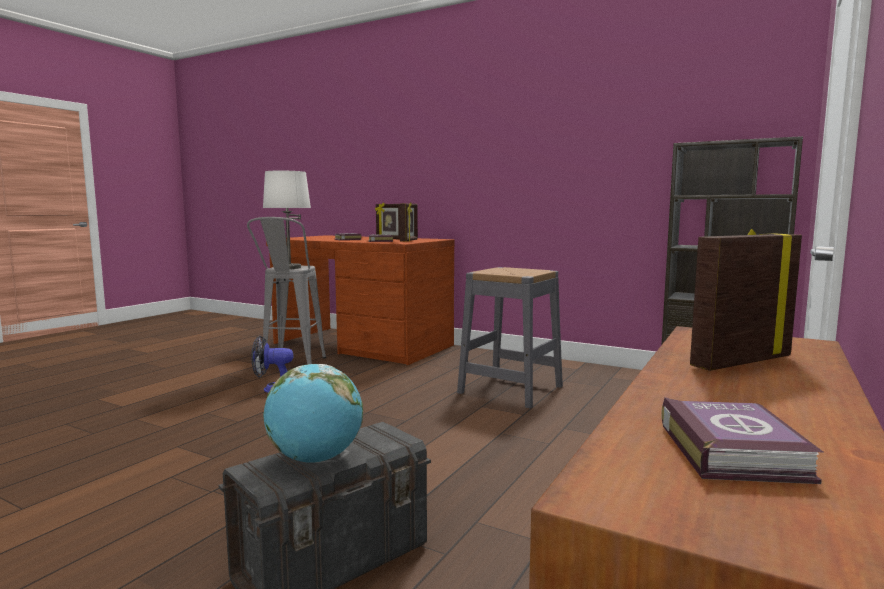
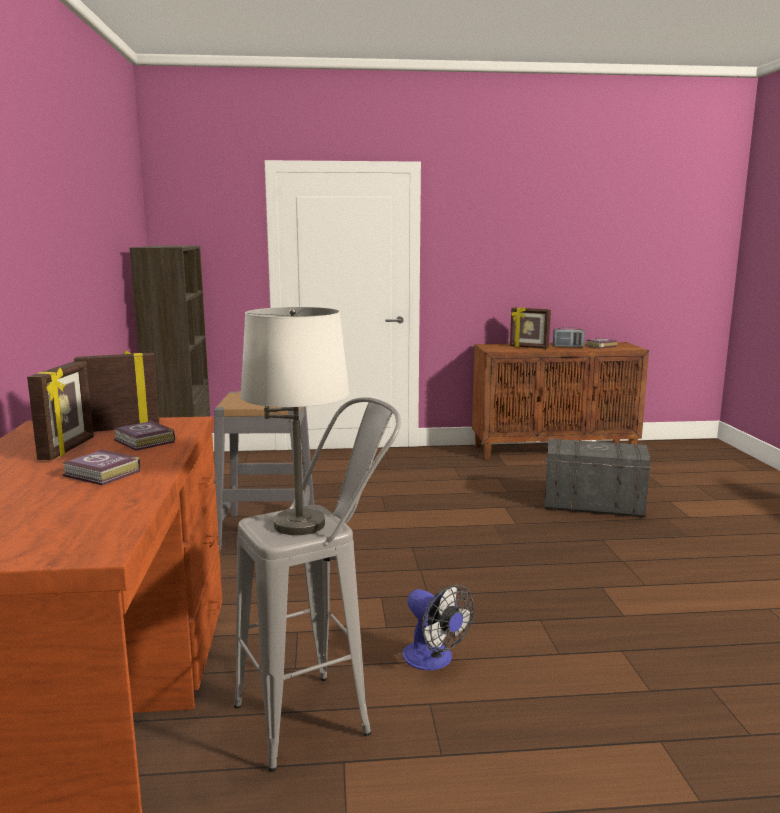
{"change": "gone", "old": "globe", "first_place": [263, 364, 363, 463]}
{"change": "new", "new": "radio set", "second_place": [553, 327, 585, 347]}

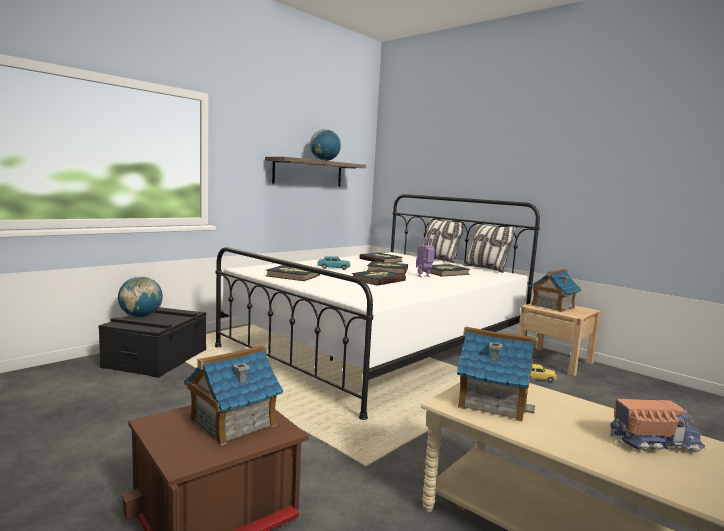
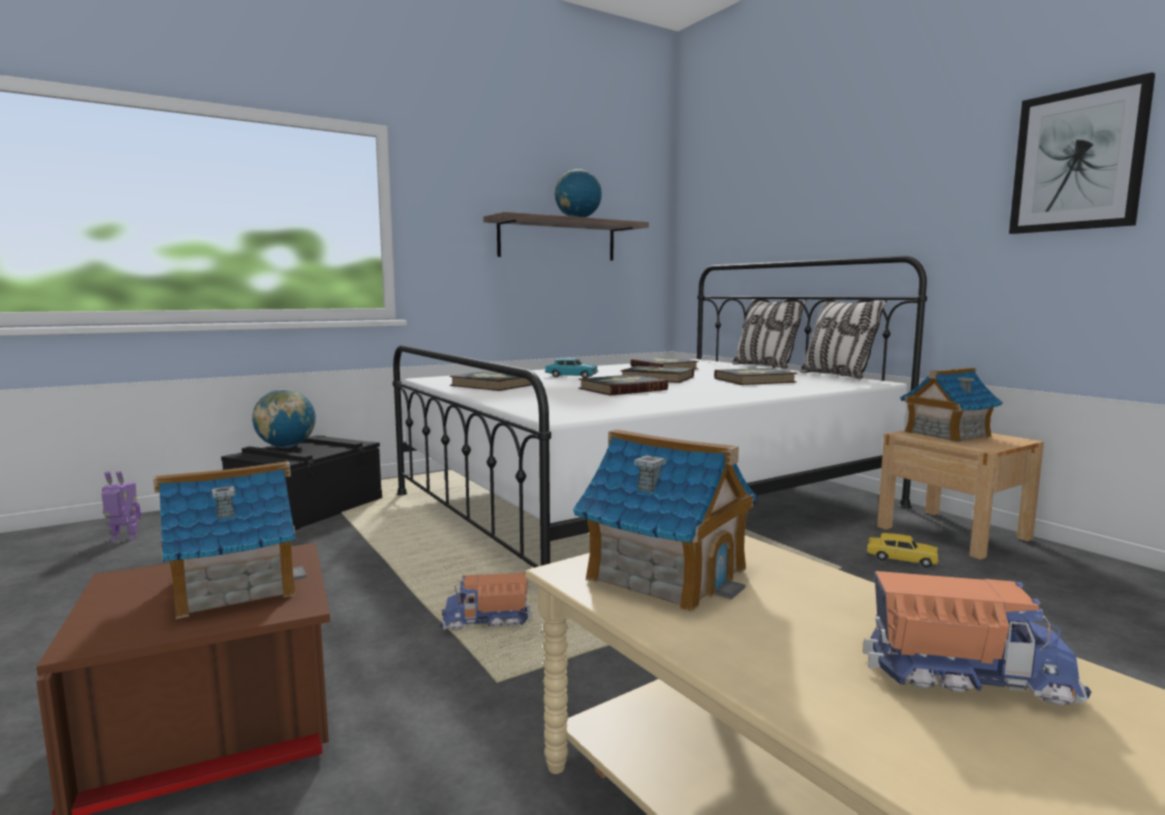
{"change": "shifted", "old": "robot figure", "first_place": [416, 238, 435, 278], "second_place": [102, 471, 141, 541]}
{"change": "new", "new": "wall art", "second_place": [1009, 72, 1155, 234]}
{"change": "new", "new": "toy lorry", "second_place": [440, 572, 532, 630]}

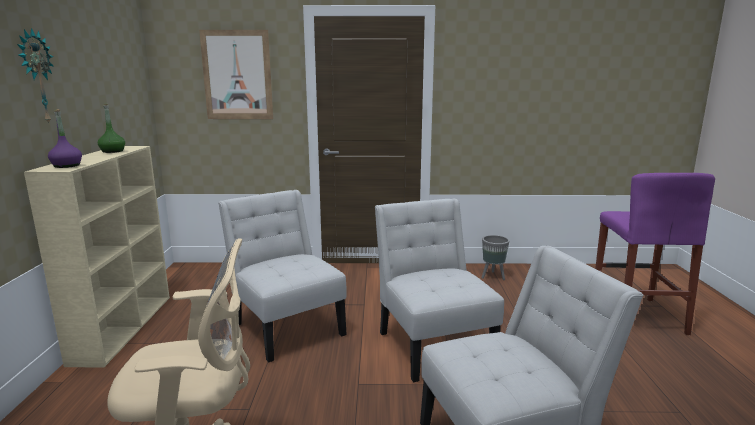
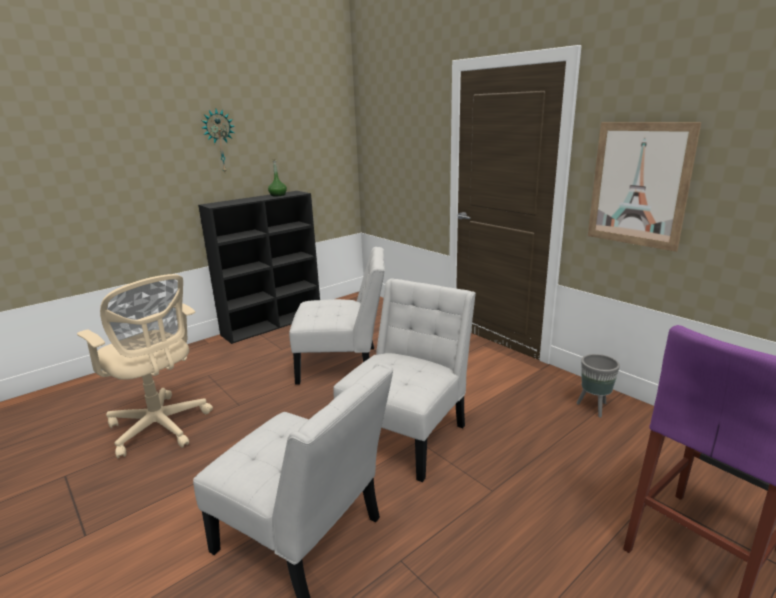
{"change": "shifted", "old": "wall art", "first_place": [199, 30, 273, 119], "second_place": [588, 122, 701, 252]}
{"change": "gone", "old": "purplish bottle", "first_place": [48, 109, 82, 168]}
{"change": "repainted", "old": "beige bookcase", "new": "black-coloured bookcase", "first_place": [24, 146, 170, 367], "second_place": [198, 191, 320, 344]}
{"change": "rotated", "old": "white upright chair", "first_place": [218, 190, 347, 363], "second_place": [289, 247, 385, 385], "degrees": 75}

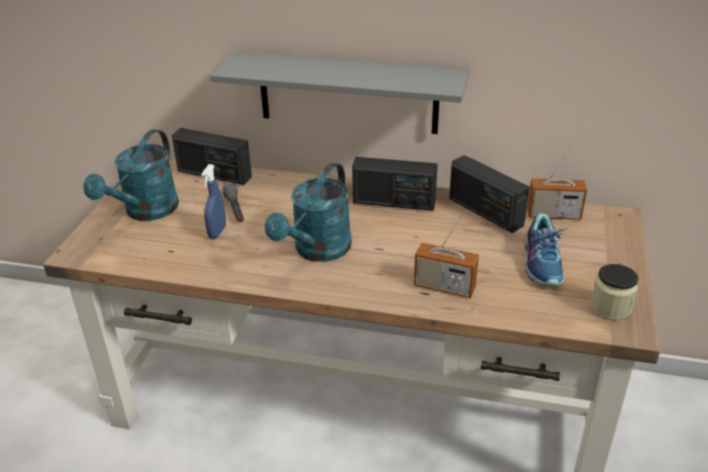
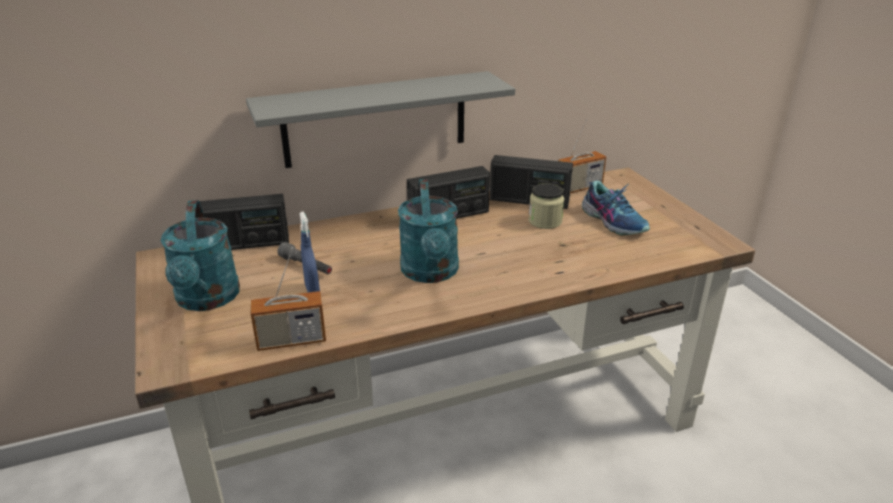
{"change": "shifted", "old": "radio set", "first_place": [414, 211, 479, 298], "second_place": [251, 247, 326, 351]}
{"change": "shifted", "old": "storage jar", "first_place": [590, 264, 638, 320], "second_place": [528, 183, 564, 229]}

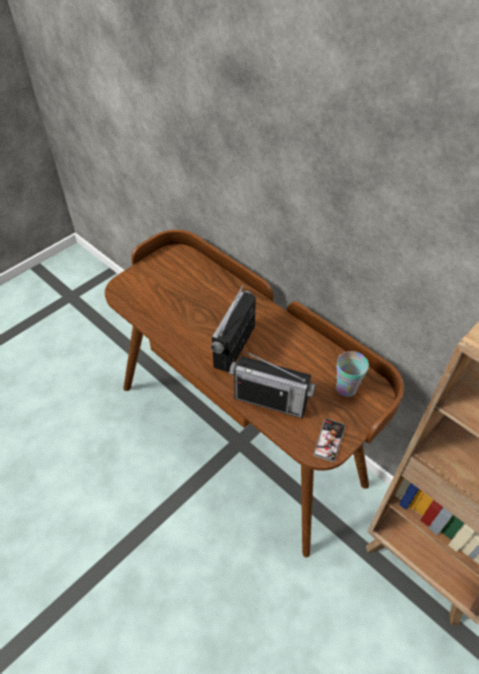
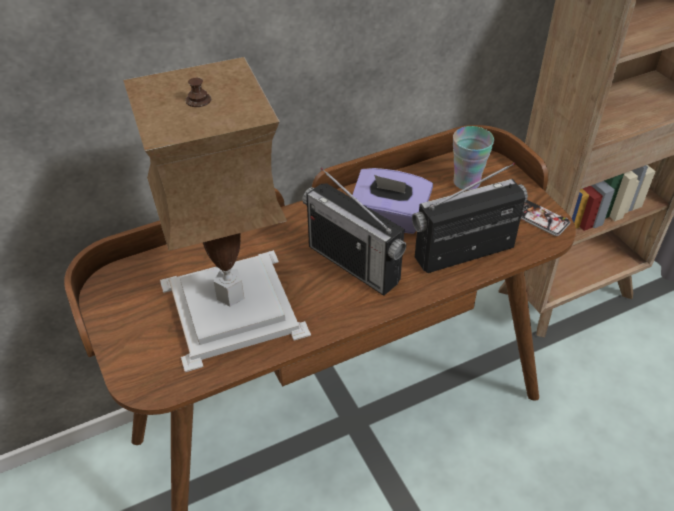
{"change": "rotated", "old": "radio set", "first_place": [229, 351, 316, 418], "second_place": [412, 162, 528, 273], "degrees": -150}
{"change": "new", "new": "lamp for a table", "second_place": [123, 57, 311, 372]}
{"change": "new", "new": "purplish tissue holder", "second_place": [353, 168, 433, 234]}

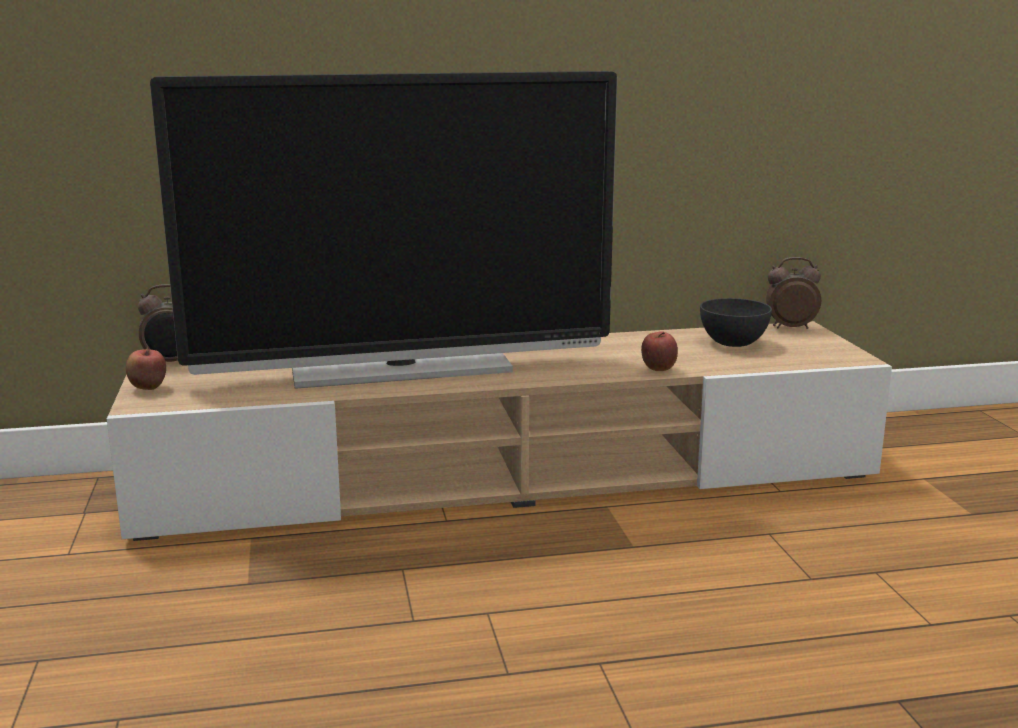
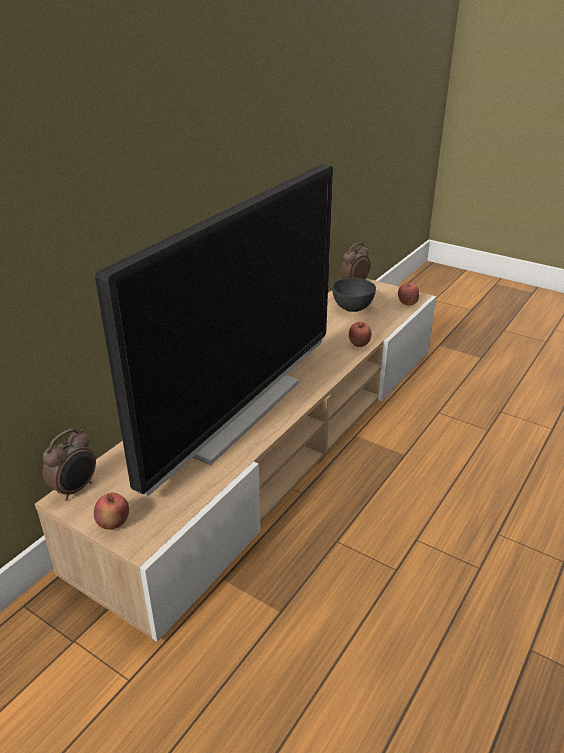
{"change": "new", "new": "apple fruit", "second_place": [398, 283, 419, 306]}

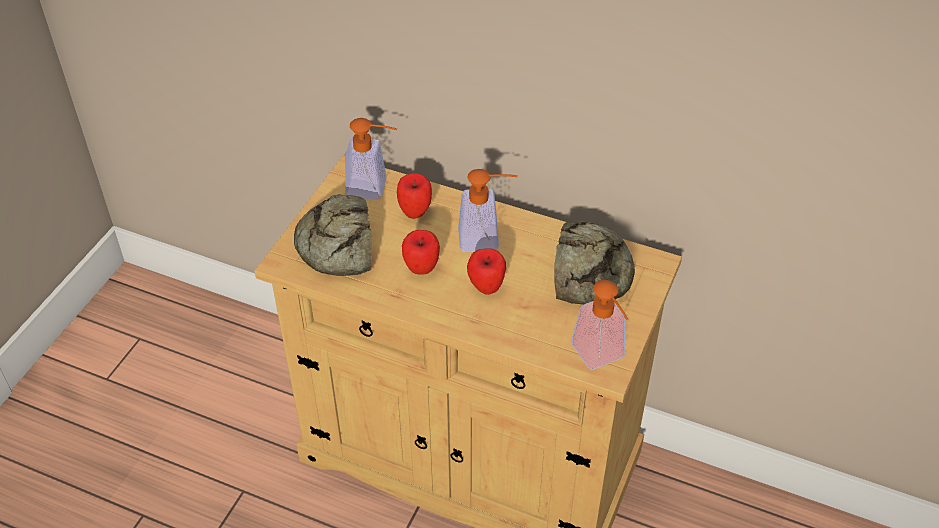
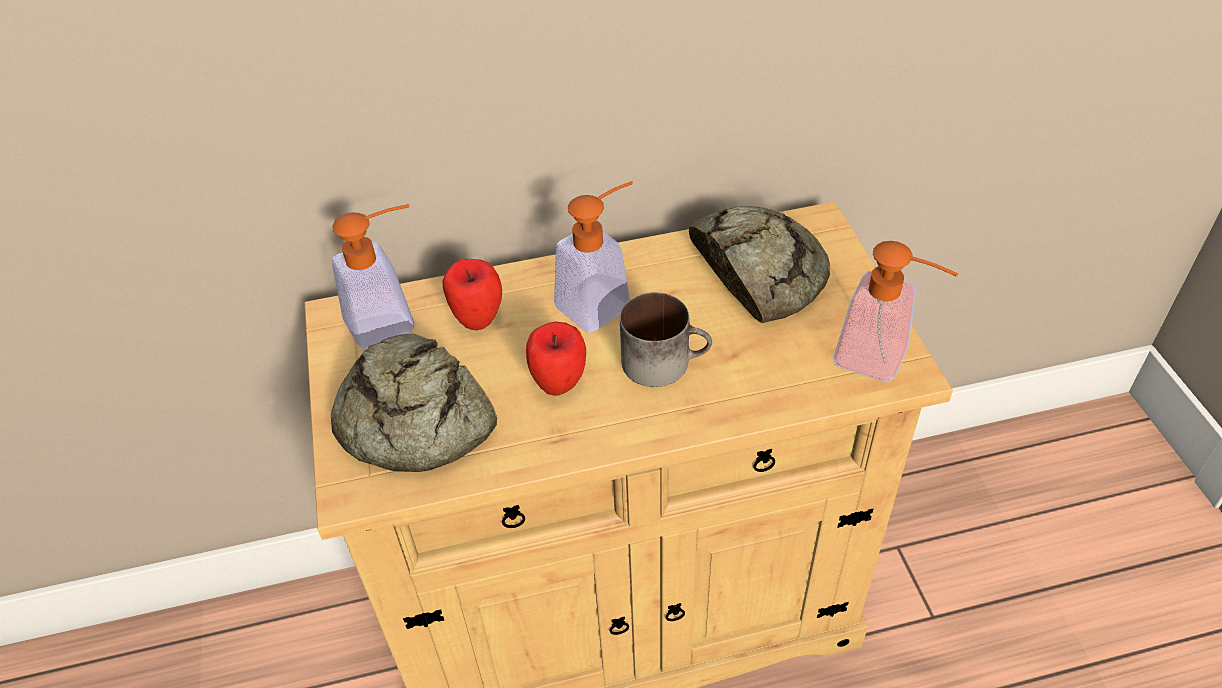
{"change": "swapped", "old": "apple fruit", "new": "coffee mug", "first_place": [467, 248, 506, 295], "second_place": [620, 292, 712, 387]}

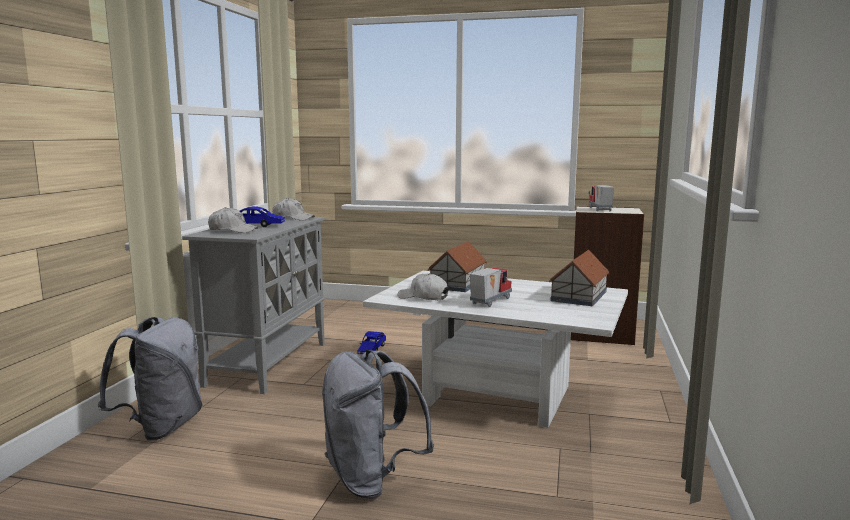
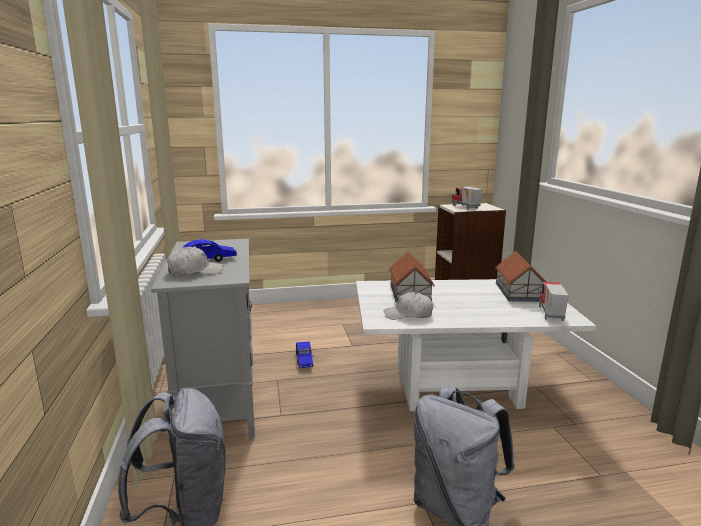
{"change": "gone", "old": "white baseball cap", "first_place": [272, 198, 315, 221]}
{"change": "shifted", "old": "toy lorry", "first_place": [470, 268, 512, 307], "second_place": [537, 282, 569, 321]}

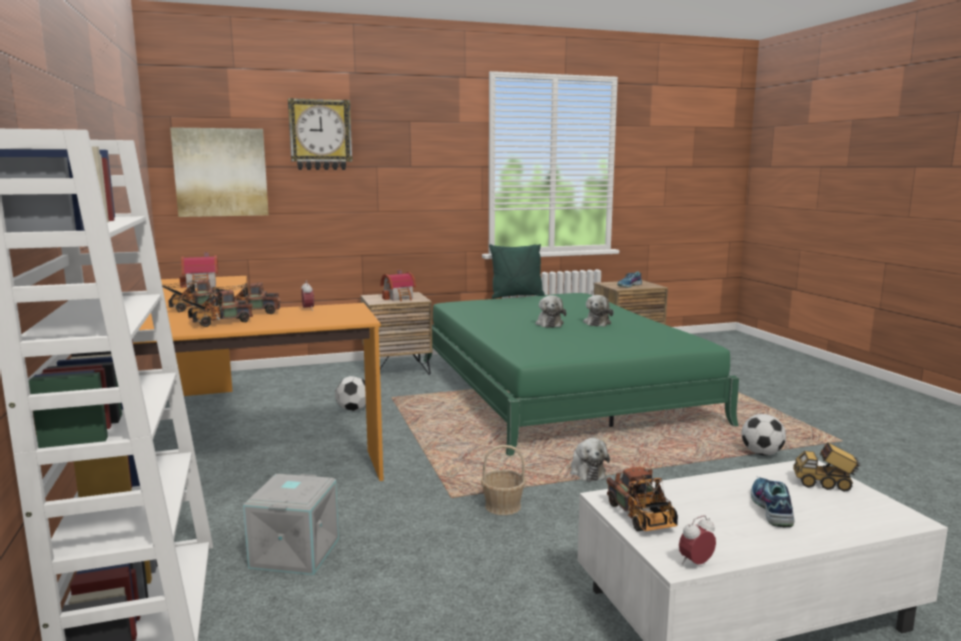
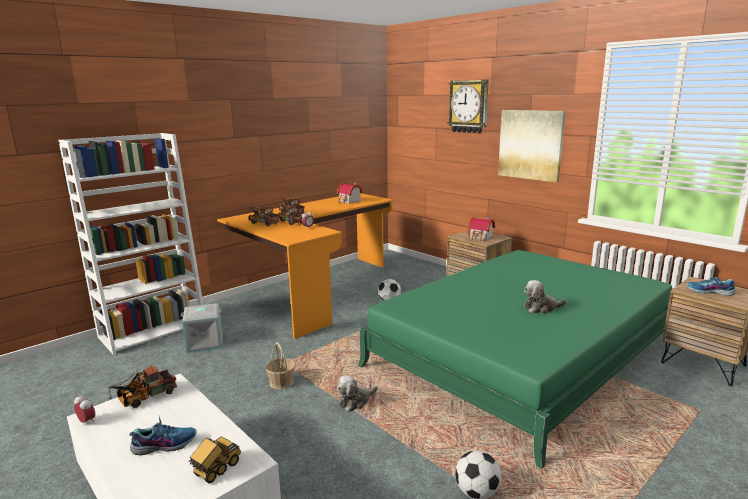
{"change": "shifted", "old": "wall art", "first_place": [170, 127, 269, 217], "second_place": [498, 110, 565, 182]}
{"change": "gone", "old": "greenish cushion", "first_place": [489, 244, 545, 299]}
{"change": "gone", "old": "soft toy", "first_place": [535, 295, 566, 328]}
{"change": "rotated", "old": "toy lorry", "first_place": [793, 442, 861, 492], "second_place": [189, 436, 241, 483], "degrees": 45}

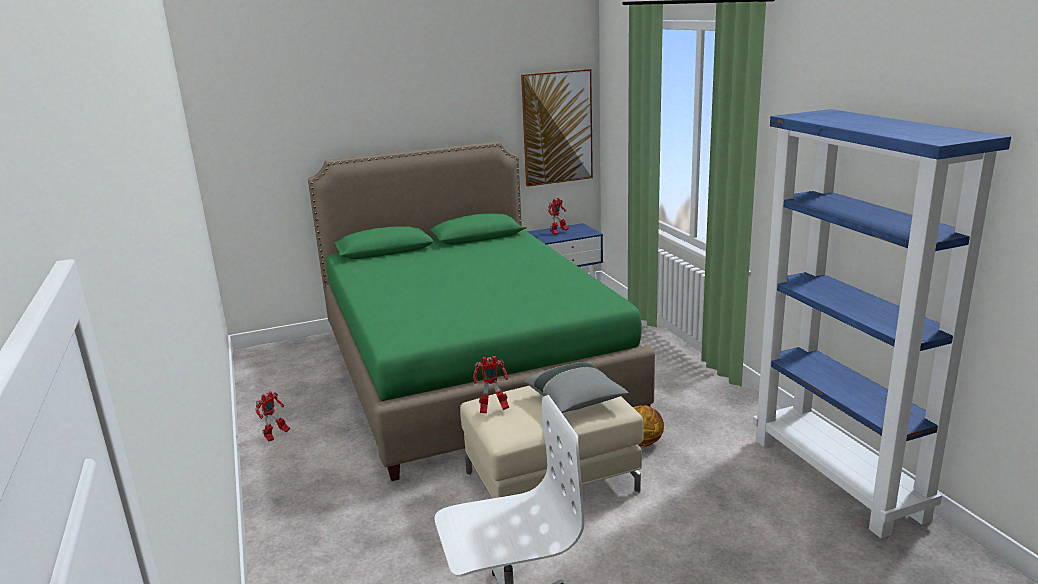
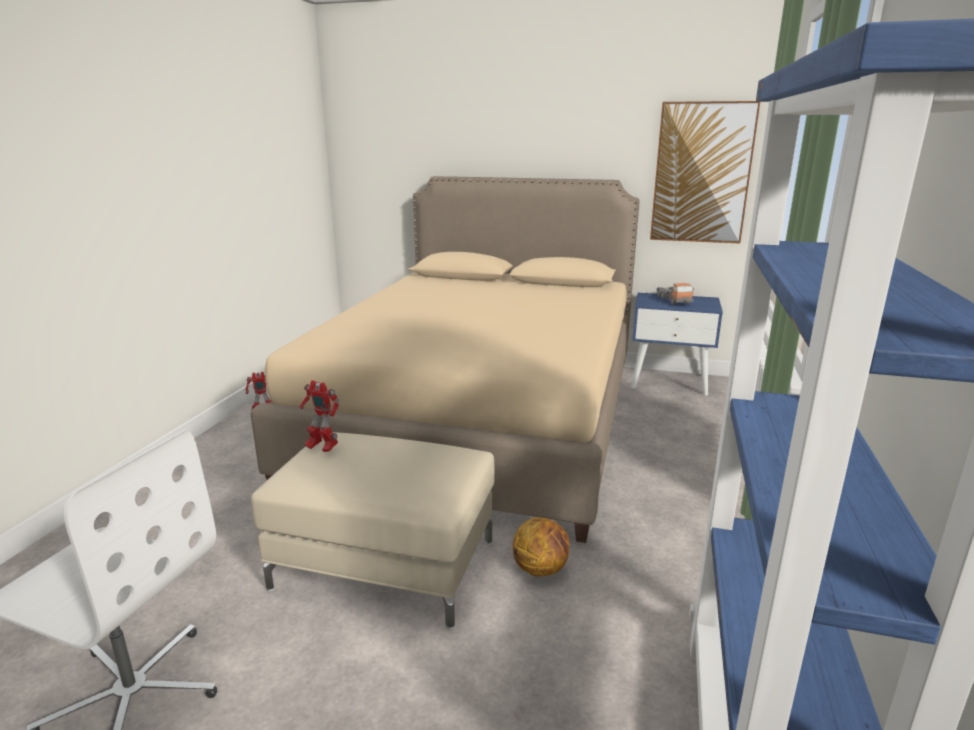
{"change": "repainted", "old": "greenish bedroom bed", "new": "beige bedroom bed", "first_place": [308, 141, 655, 481], "second_place": [251, 176, 640, 543]}
{"change": "swapped", "old": "robot figure", "new": "toy lorry", "first_place": [548, 198, 569, 235], "second_place": [657, 283, 694, 305]}
{"change": "gone", "old": "gray cushion", "first_place": [524, 362, 629, 413]}

